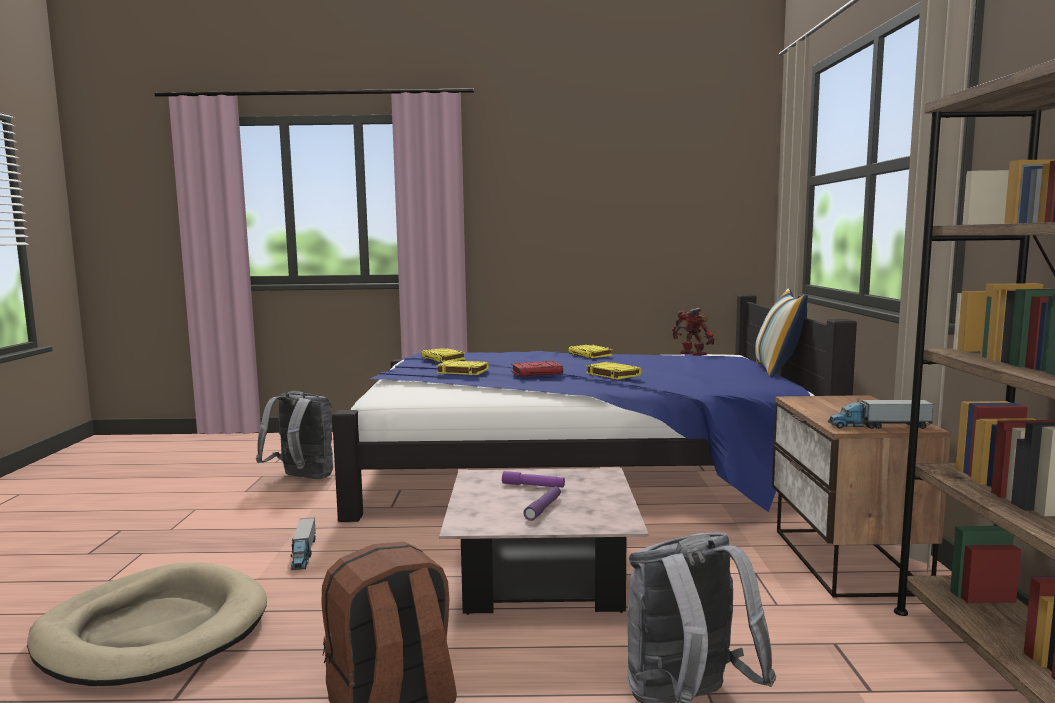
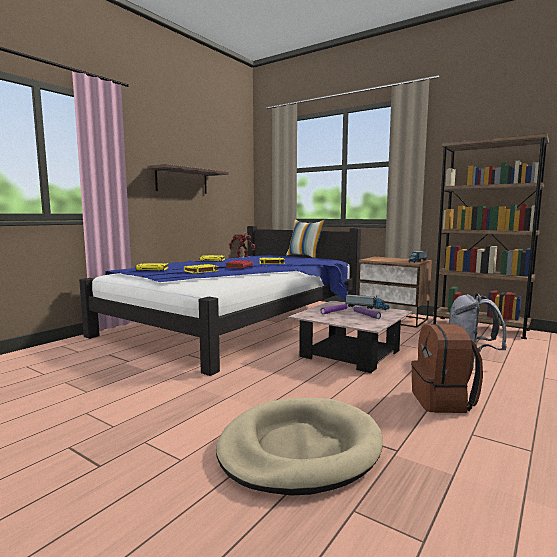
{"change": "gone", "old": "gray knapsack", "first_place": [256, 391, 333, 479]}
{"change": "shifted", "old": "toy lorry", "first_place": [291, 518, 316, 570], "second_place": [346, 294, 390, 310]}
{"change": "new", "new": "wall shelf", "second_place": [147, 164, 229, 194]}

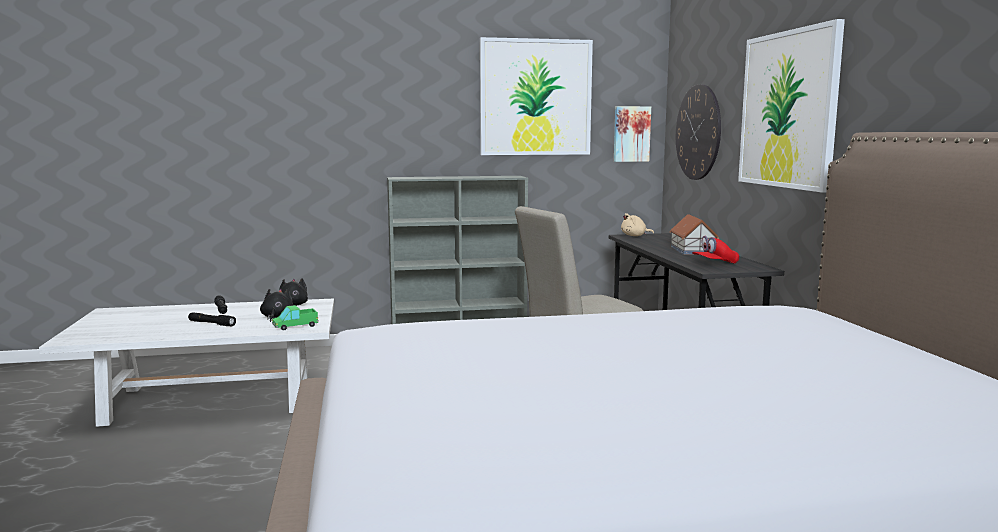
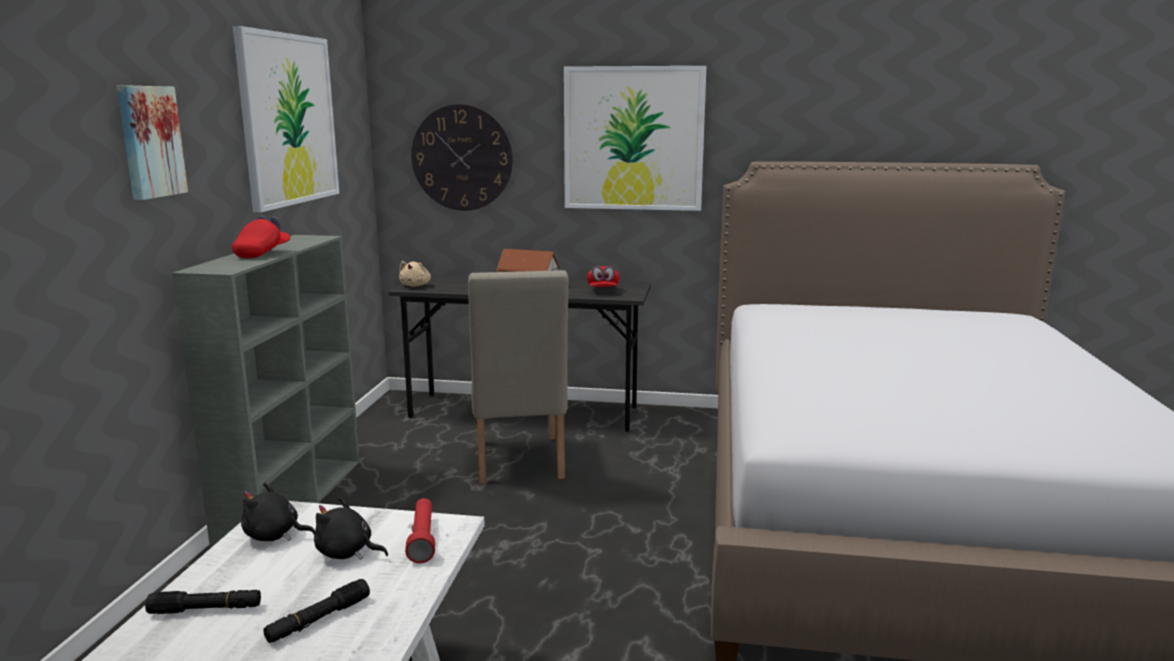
{"change": "shifted", "old": "wall art", "first_place": [614, 106, 651, 162], "second_place": [117, 85, 188, 200]}
{"change": "swapped", "old": "toy lorry", "new": "reddish hand torch", "first_place": [272, 305, 319, 330], "second_place": [405, 498, 435, 563]}
{"change": "new", "new": "reddish baseball cap", "second_place": [232, 215, 291, 258]}

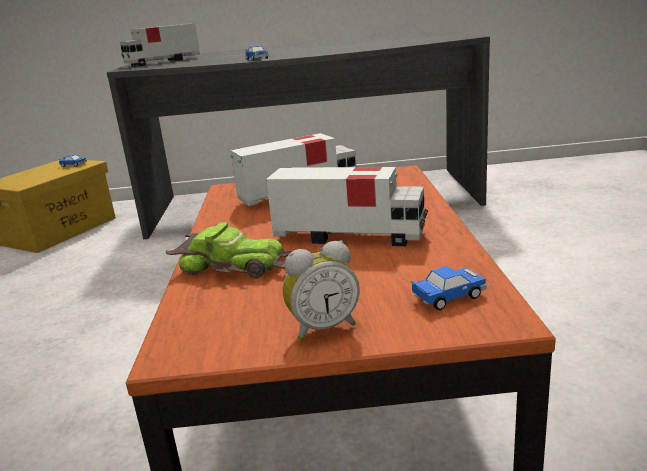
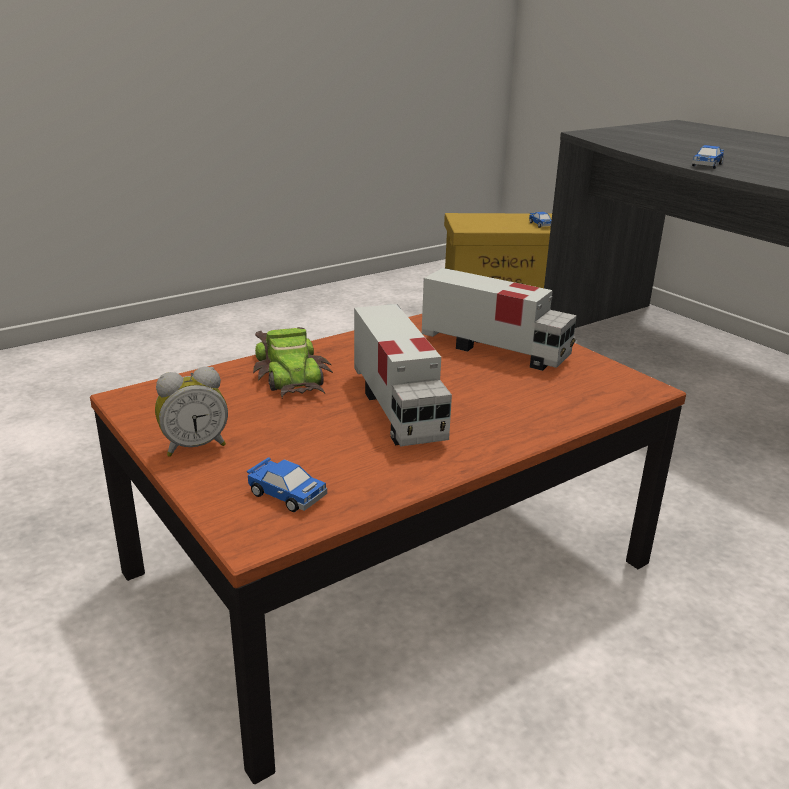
{"change": "gone", "old": "toy lorry", "first_place": [120, 23, 200, 66]}
{"change": "rotated", "old": "table clock", "first_place": [283, 241, 360, 341], "second_place": [155, 367, 228, 457], "degrees": -60}

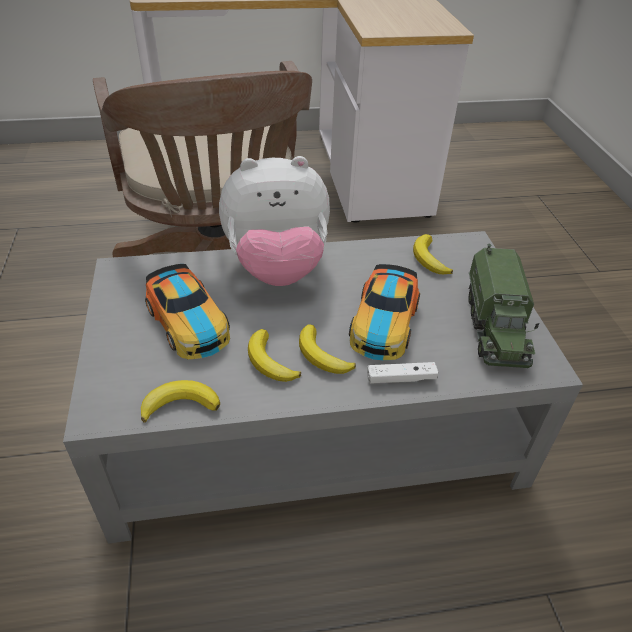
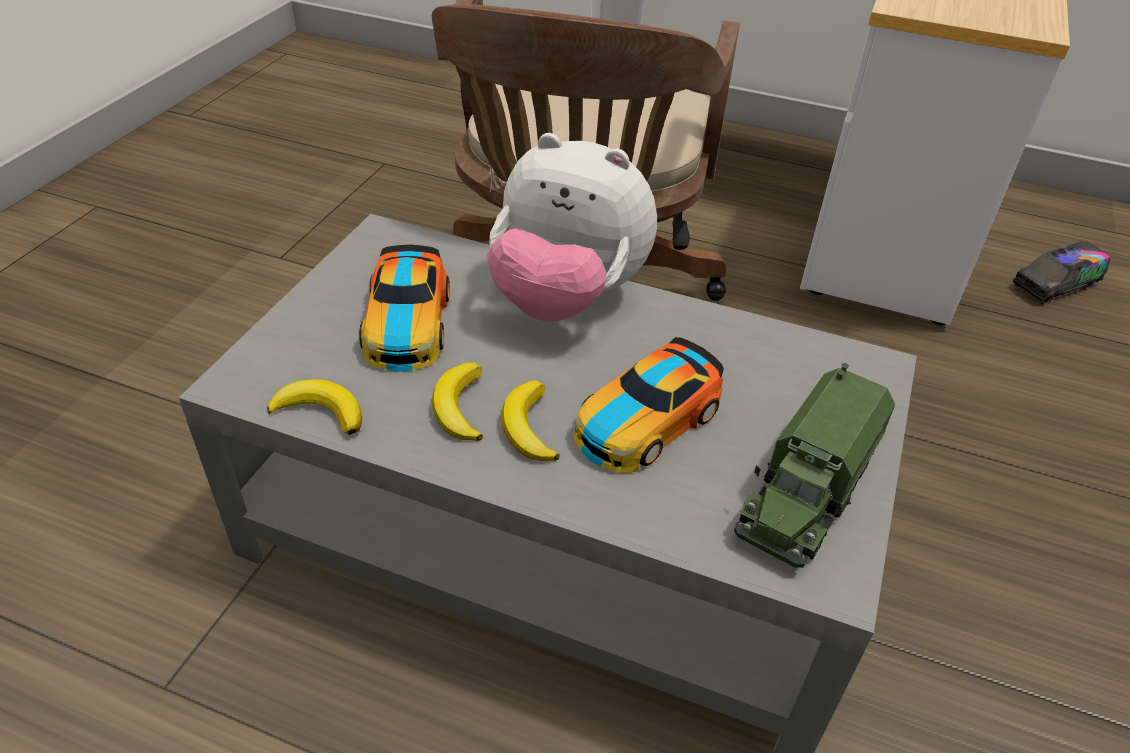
{"change": "gone", "old": "banana fruit", "first_place": [413, 234, 453, 274]}
{"change": "gone", "old": "white gamepad", "first_place": [367, 362, 438, 384]}
{"change": "new", "new": "toy lorry", "second_place": [1013, 241, 1110, 305]}

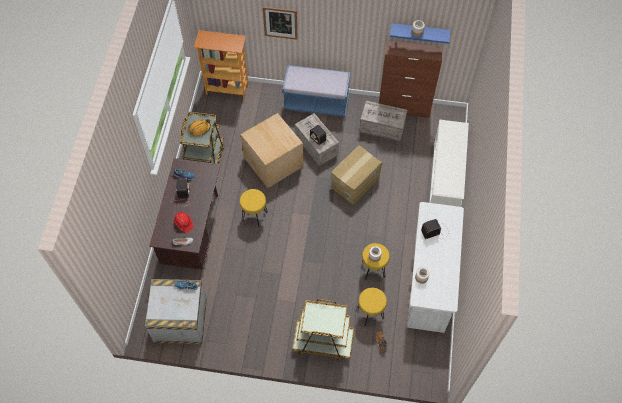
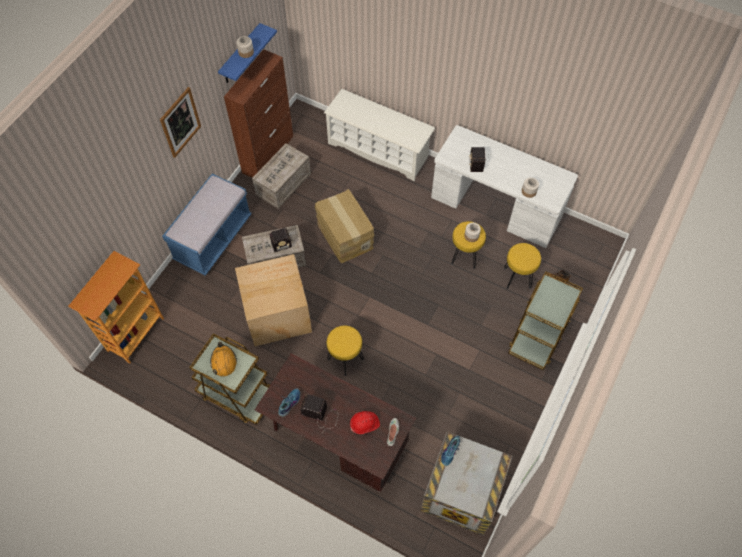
{"change": "shifted", "old": "wall art", "first_place": [263, 7, 298, 40], "second_place": [160, 87, 201, 158]}

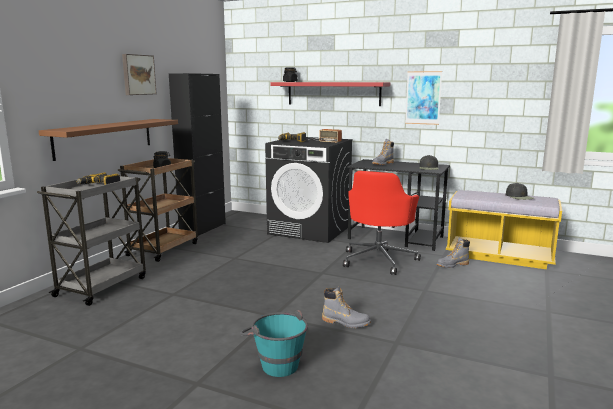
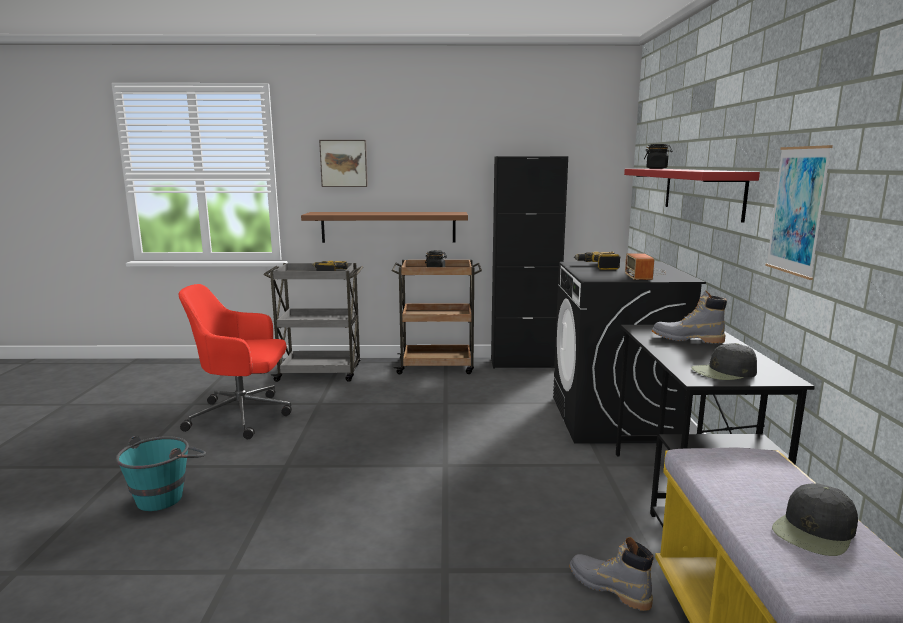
{"change": "shifted", "old": "wall art", "first_place": [122, 54, 157, 95], "second_place": [319, 140, 368, 187]}
{"change": "shifted", "old": "reddish desk chair", "first_place": [343, 171, 421, 275], "second_place": [179, 284, 292, 439]}
{"change": "gone", "old": "gray boot", "first_place": [322, 286, 371, 328]}

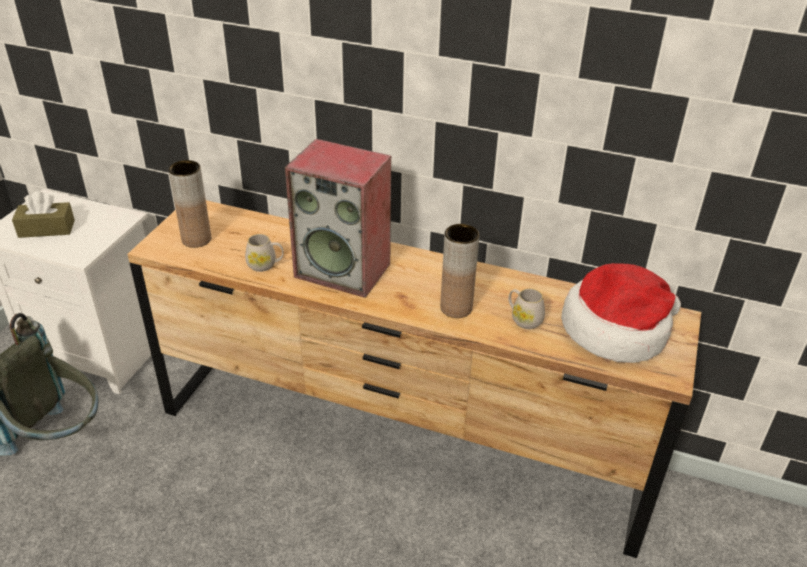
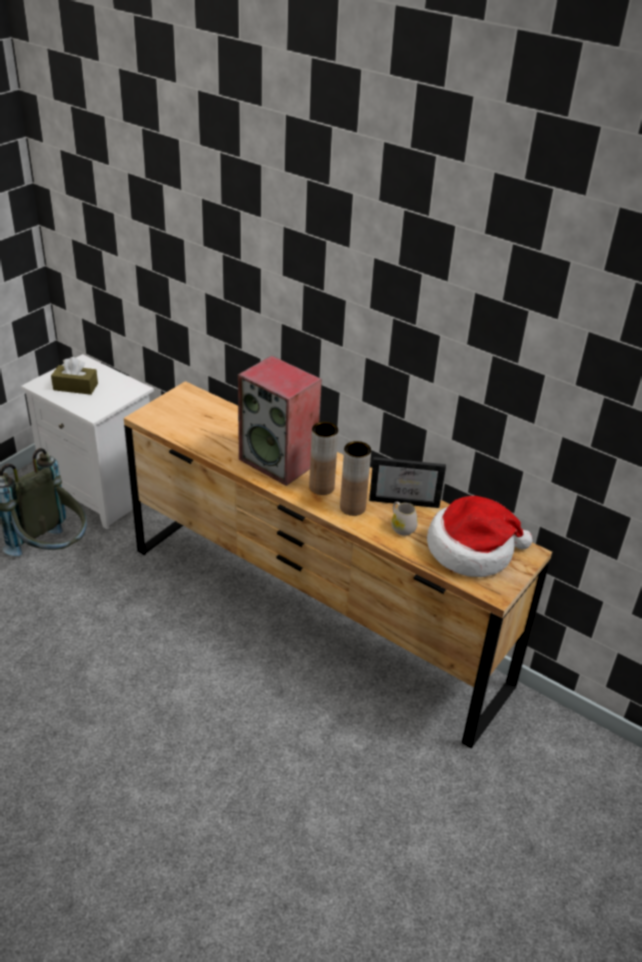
{"change": "shifted", "old": "brown-coloured flower vase", "first_place": [169, 160, 211, 248], "second_place": [309, 422, 338, 495]}
{"change": "gone", "old": "white coffee mug", "first_place": [245, 234, 284, 272]}
{"change": "new", "new": "photo frame", "second_place": [369, 457, 446, 508]}

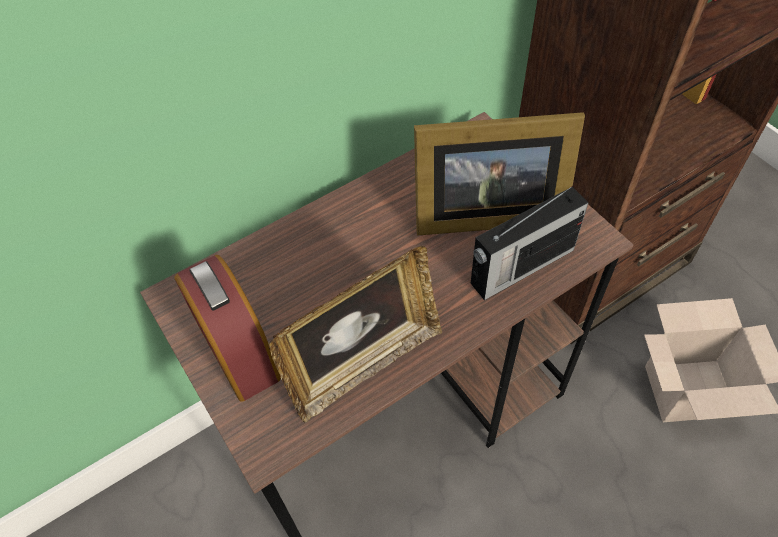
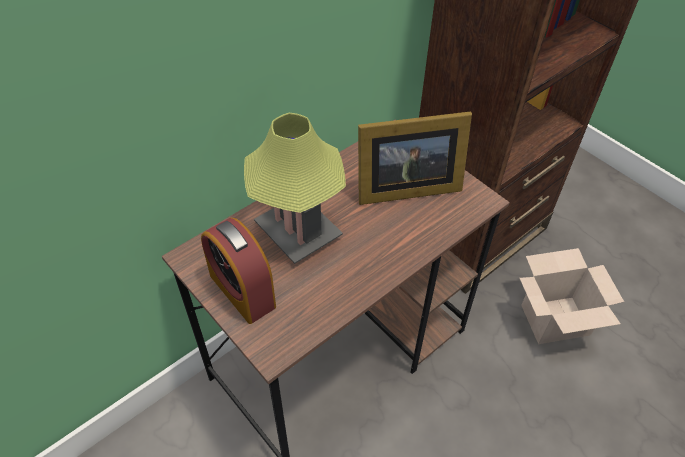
{"change": "gone", "old": "radio set", "first_place": [471, 186, 588, 300]}
{"change": "gone", "old": "photo frame", "first_place": [268, 246, 442, 423]}
{"change": "new", "new": "lamp for a table", "second_place": [244, 113, 346, 264]}

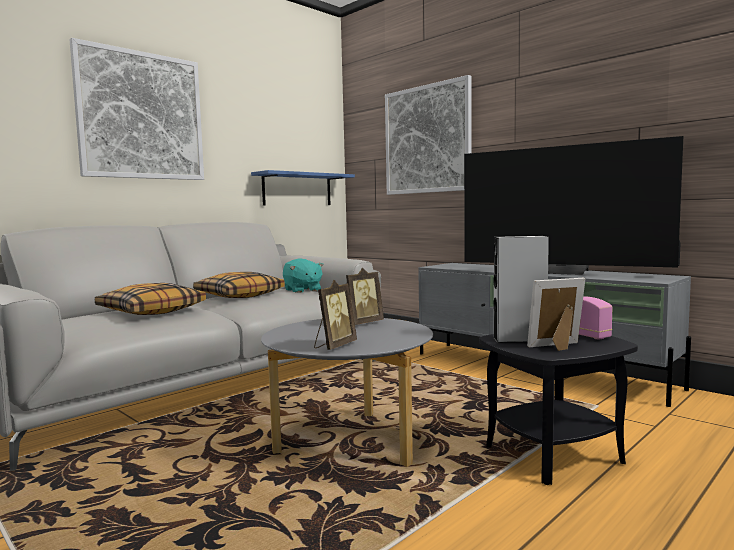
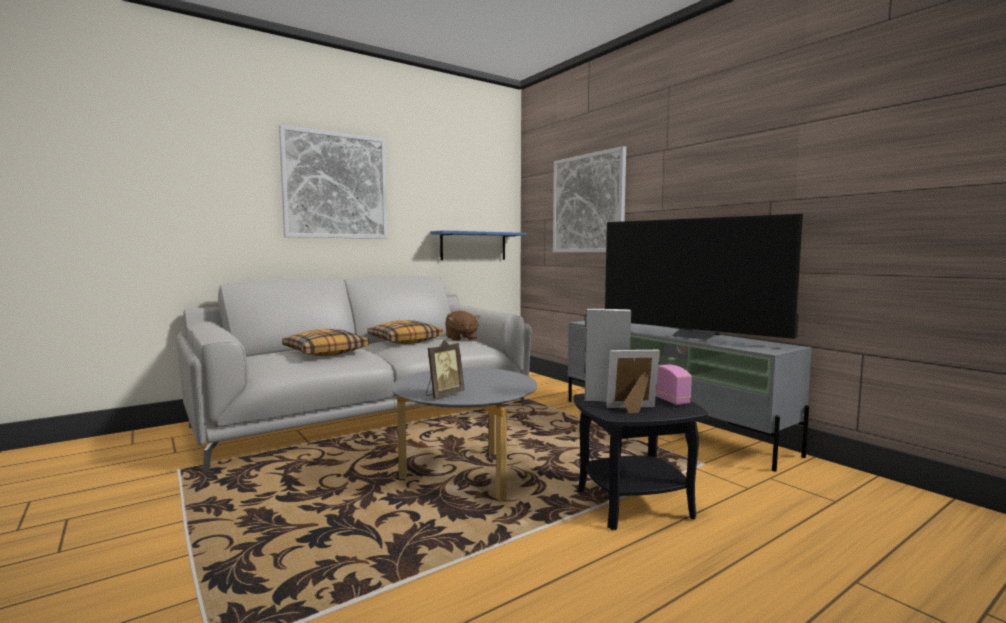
{"change": "repainted", "old": "turquoise-coloured soft toy", "new": "brown-coloured soft toy", "first_place": [283, 258, 324, 293], "second_place": [445, 311, 480, 341]}
{"change": "gone", "old": "photo frame", "first_place": [346, 268, 384, 325]}

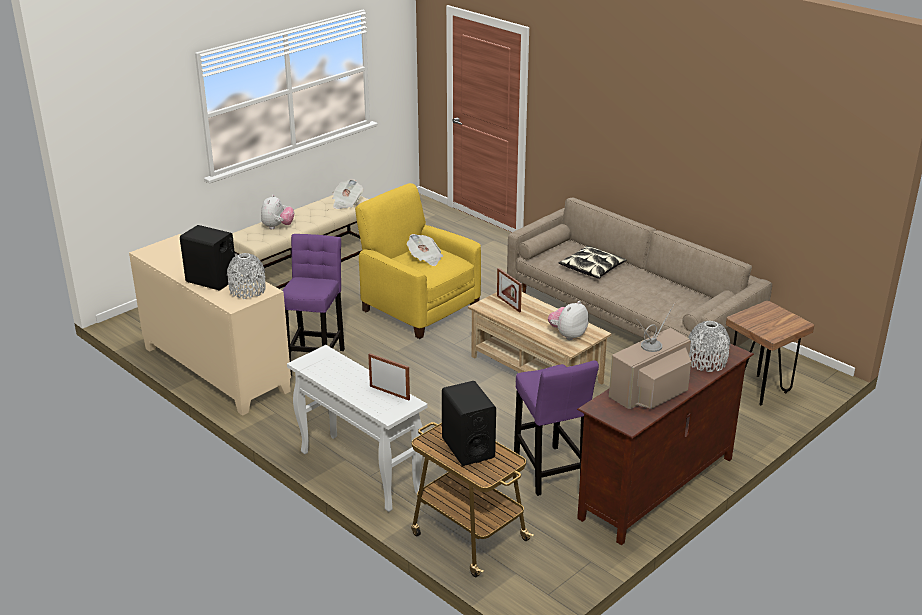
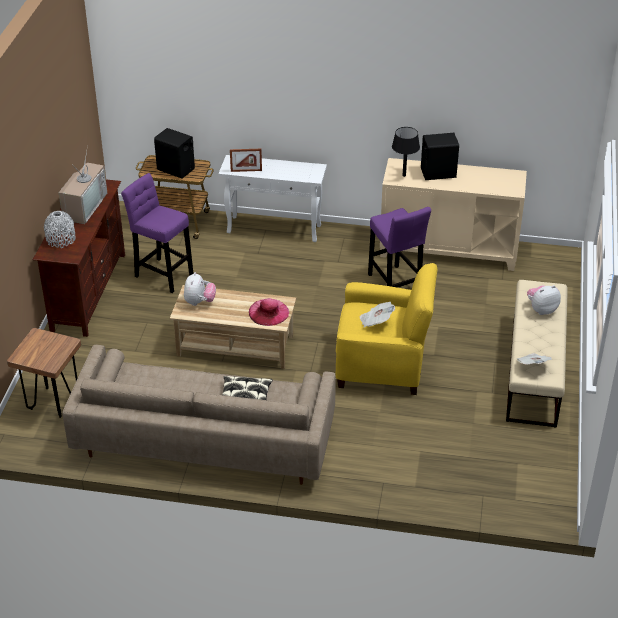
{"change": "rotated", "old": "soft toy", "first_place": [261, 194, 294, 229], "second_place": [527, 285, 561, 315], "degrees": 90}
{"change": "swapped", "old": "gray flower vase", "new": "black-coloured lamp for a table", "first_place": [227, 253, 266, 299], "second_place": [392, 127, 420, 177]}
{"change": "swapped", "old": "photo frame", "new": "pink-coloured wearable hat", "first_place": [497, 268, 522, 313], "second_place": [249, 298, 289, 326]}

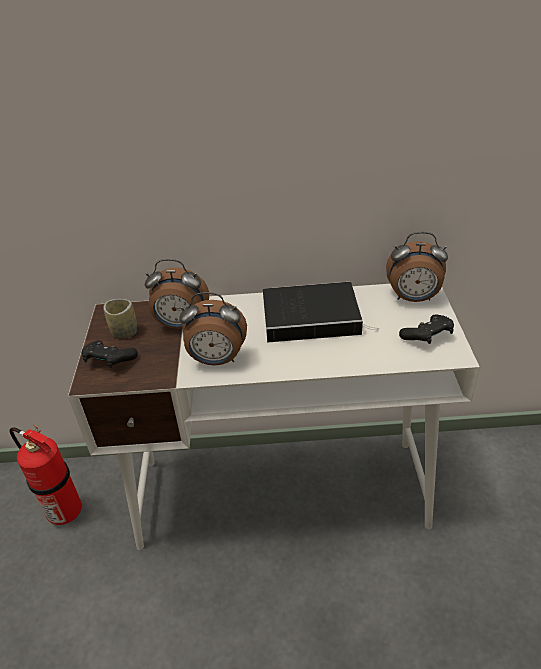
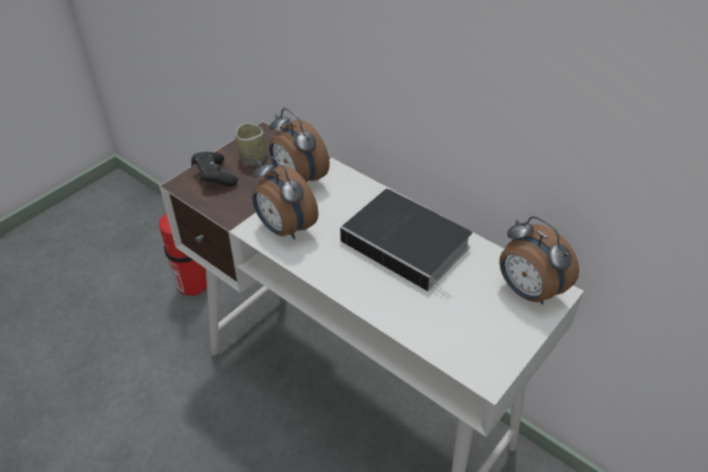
{"change": "gone", "old": "black-coloured gamepad", "first_place": [399, 314, 454, 344]}

